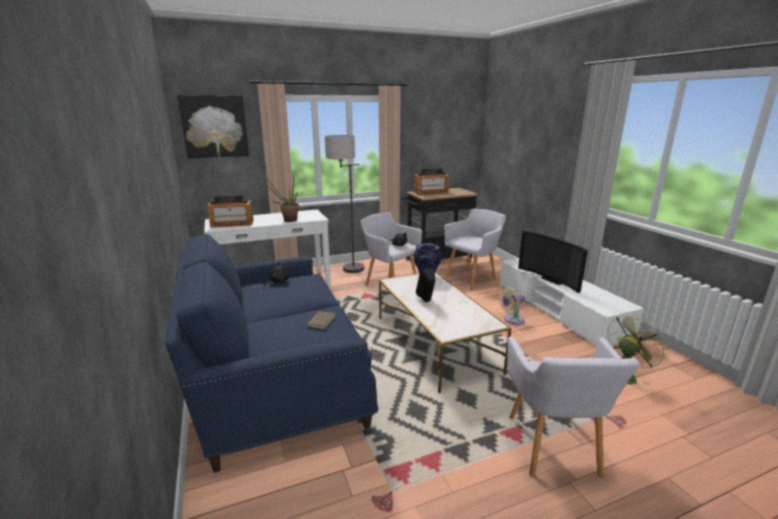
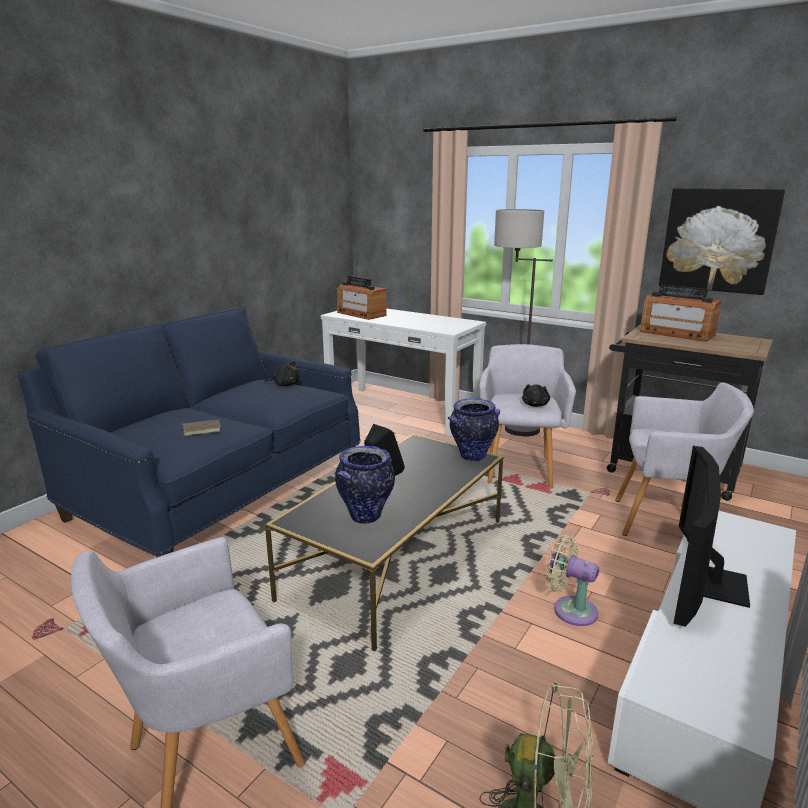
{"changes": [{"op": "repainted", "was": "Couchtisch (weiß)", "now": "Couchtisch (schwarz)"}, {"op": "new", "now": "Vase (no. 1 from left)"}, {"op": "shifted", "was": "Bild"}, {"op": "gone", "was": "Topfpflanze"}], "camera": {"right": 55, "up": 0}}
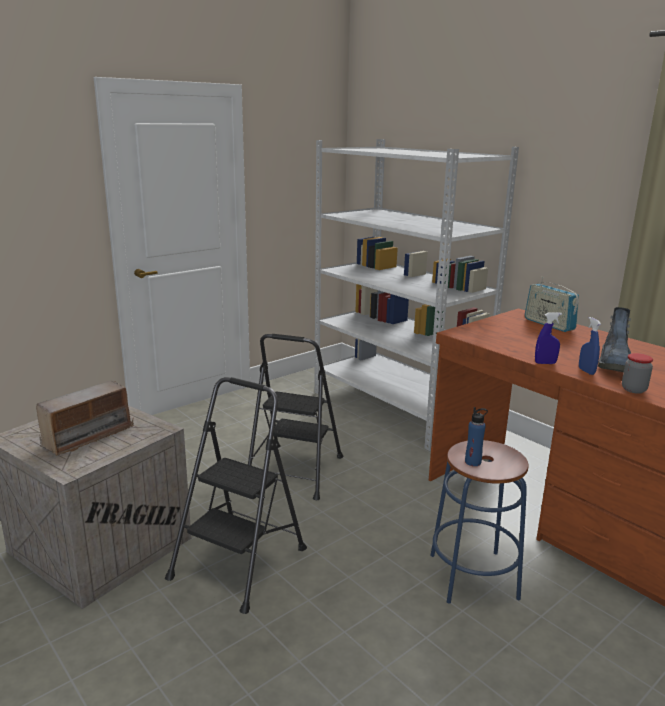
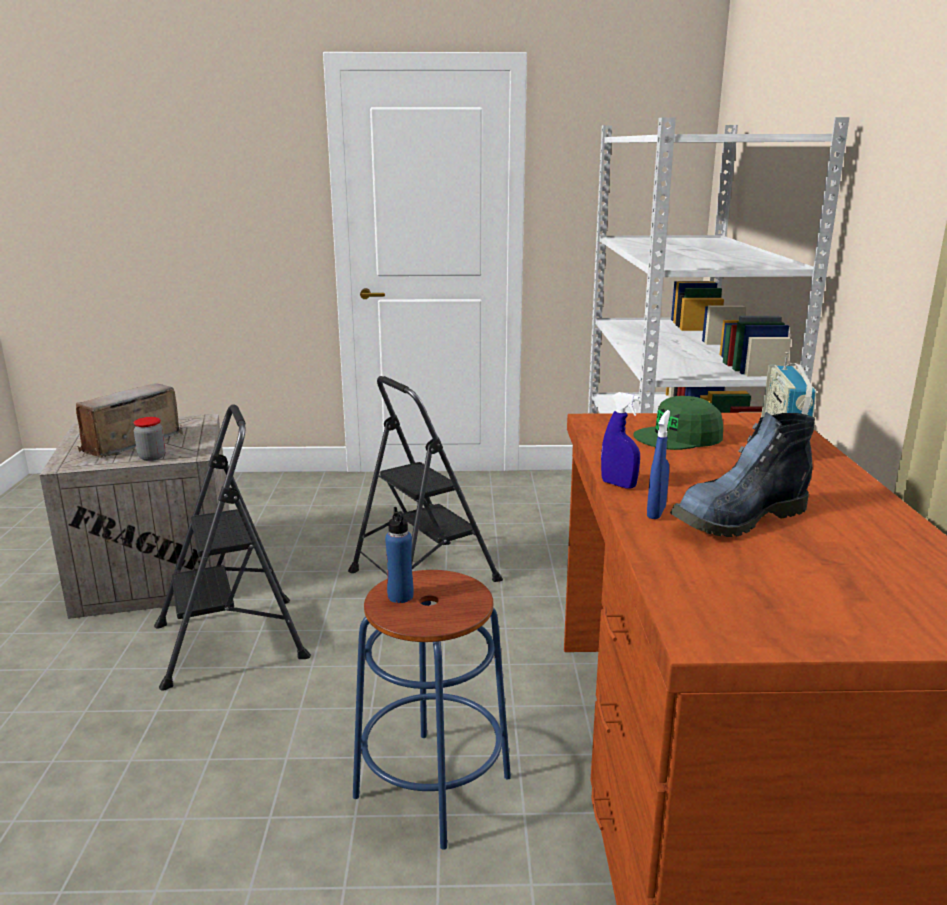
{"changes": [{"op": "rotated", "was": "Radio (no. 1 from left)", "clockwise": 135}, {"op": "shifted", "was": "Vorratsglas"}, {"op": "new", "now": "Kappe (grün)"}], "camera": {"right": 40, "up": 0}}
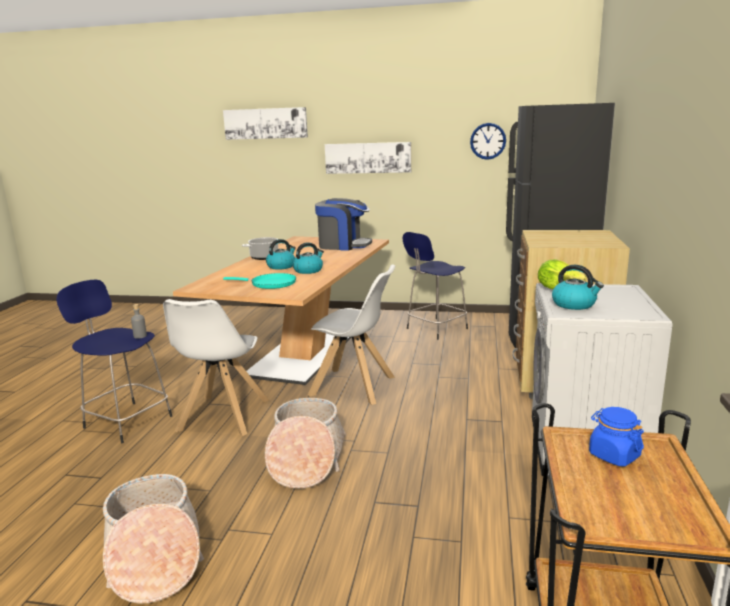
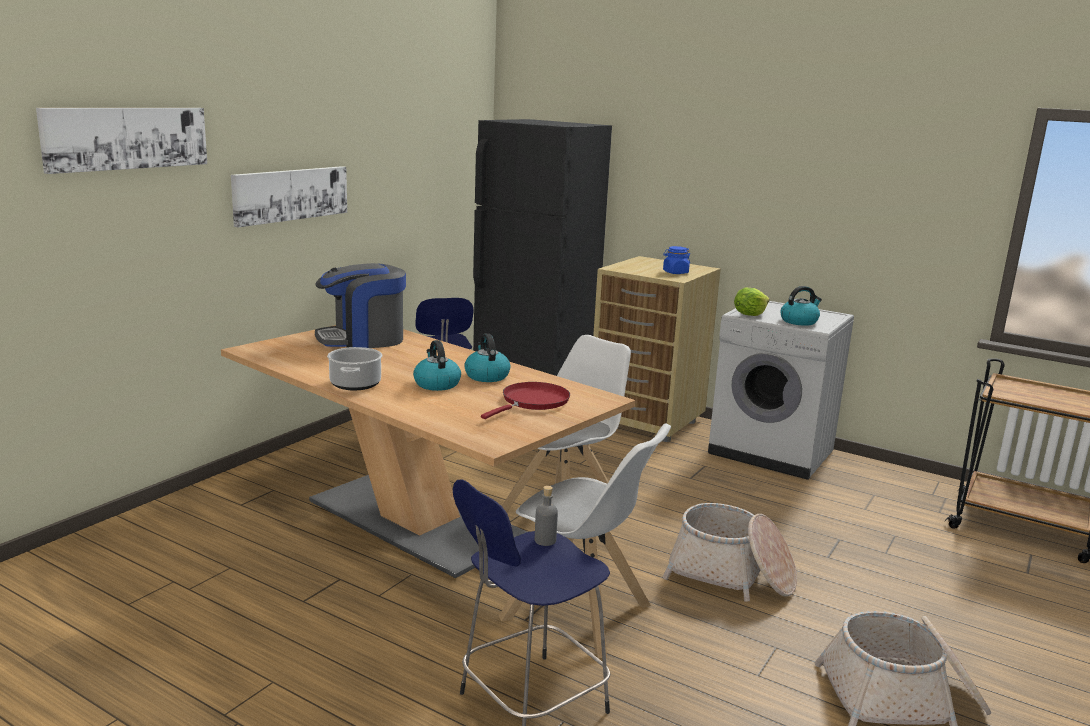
{"changes": [{"op": "rotated", "was": "Kaffeemaschine", "clockwise": -150}, {"op": "repainted", "was": "Pfanne (türkis)", "now": "Pfanne (rot)"}, {"op": "shifted", "was": "Vorratsglas (blau)"}, {"op": "gone", "was": "Wanduhr"}], "camera": {"right": -70, "up": 0}}
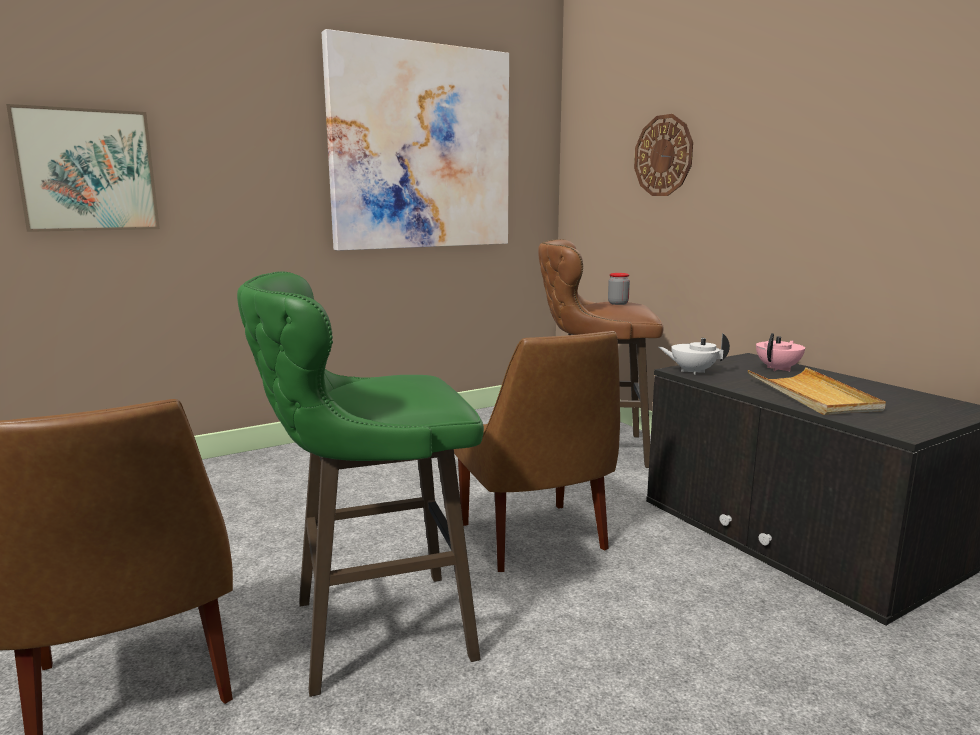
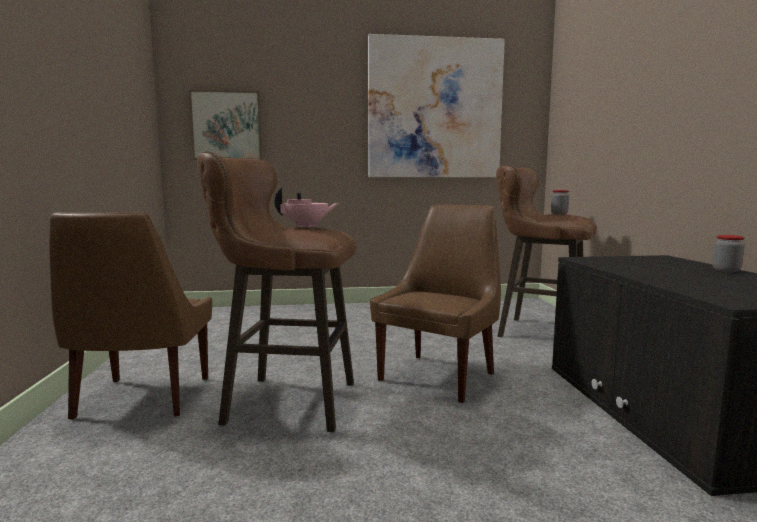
{"changes": [{"op": "repainted", "was": "Hocker (grün)", "now": "Hocker (braun) (no. 1 from left)"}, {"op": "shifted", "was": "Teekanne (rosa)"}, {"op": "rotated", "was": "Stuhl (braun) (no. 2 from left)", "clockwise": -150}, {"op": "new", "now": "Vorratsglas (no. 2 from left)"}, {"op": "gone", "was": "Wanduhr"}, {"op": "gone", "was": "Teekanne (weiß)"}, {"op": "gone", "was": "Tablett (beige)"}], "camera": {"right": 25, "up": -5}}
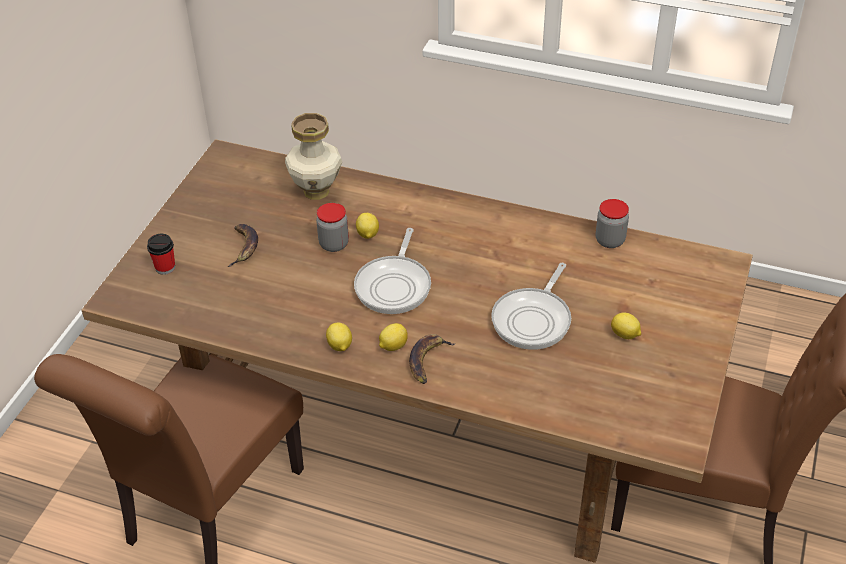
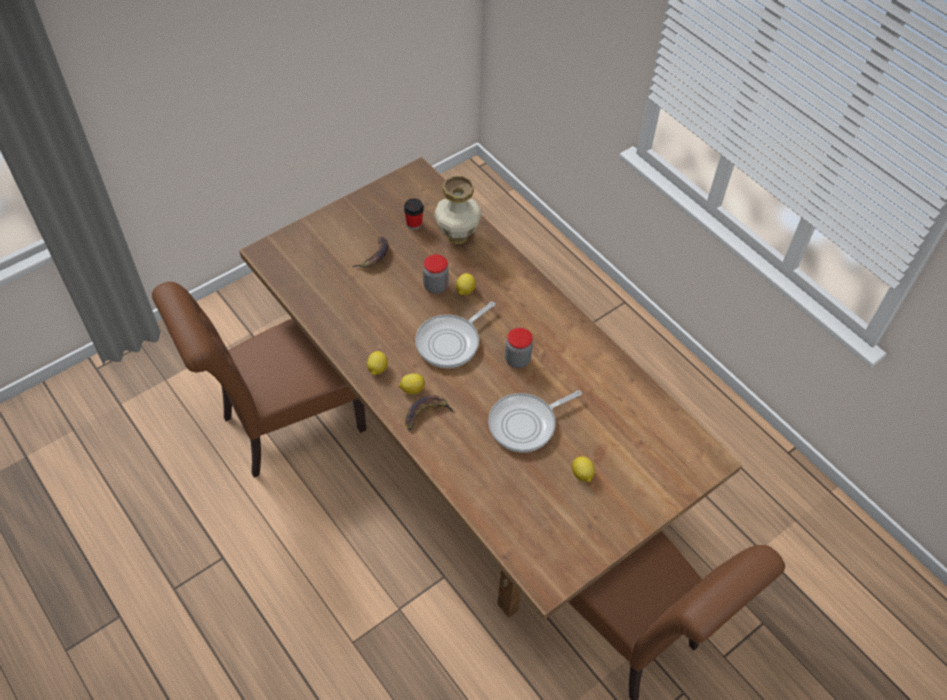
{"changes": [{"op": "shifted", "was": "Tasse"}, {"op": "shifted", "was": "Vorratsglas (no. 2 from left)"}], "camera": {"right": 30, "up": 10}}
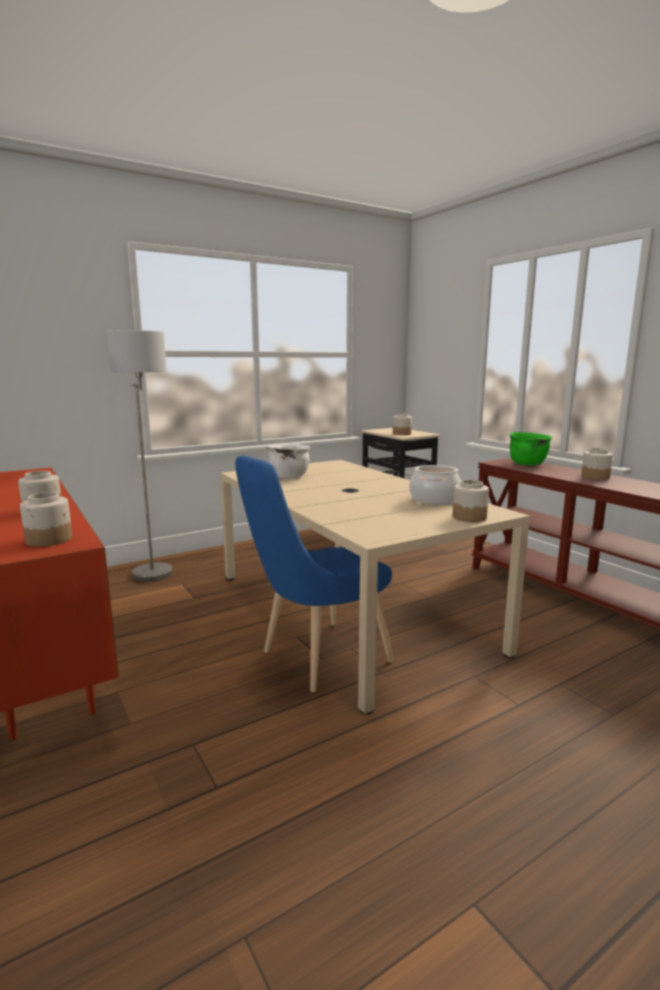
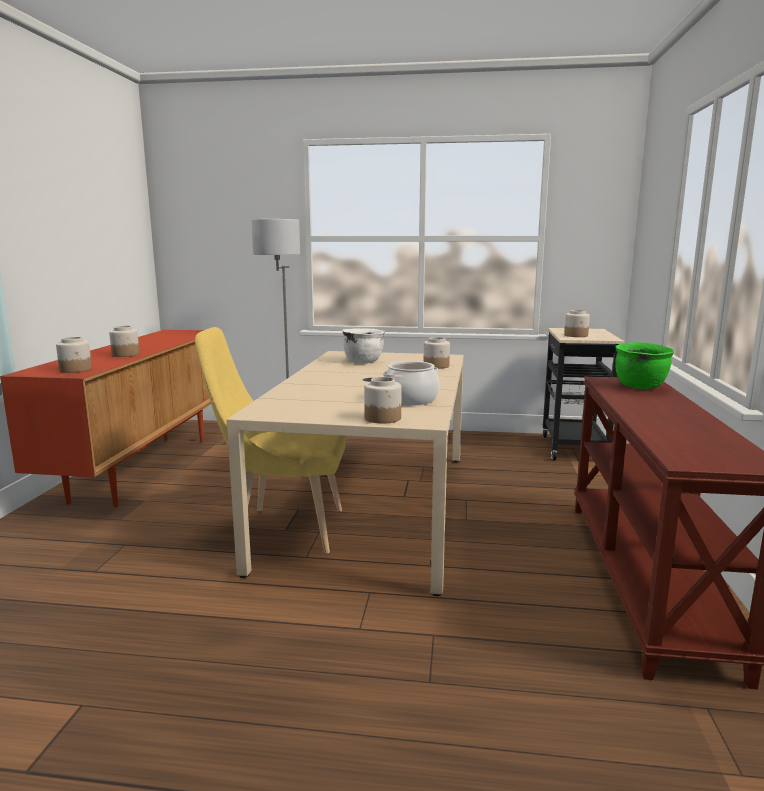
{"changes": [{"op": "repainted", "was": "Stuhl (blau)", "now": "Stuhl (gelb)"}, {"op": "shifted", "was": "Vorratsglas (no. 5 from left in the first image)", "now": "Vorratsglas (no. 4 from left)"}], "camera": {"right": 40, "up": 0}}
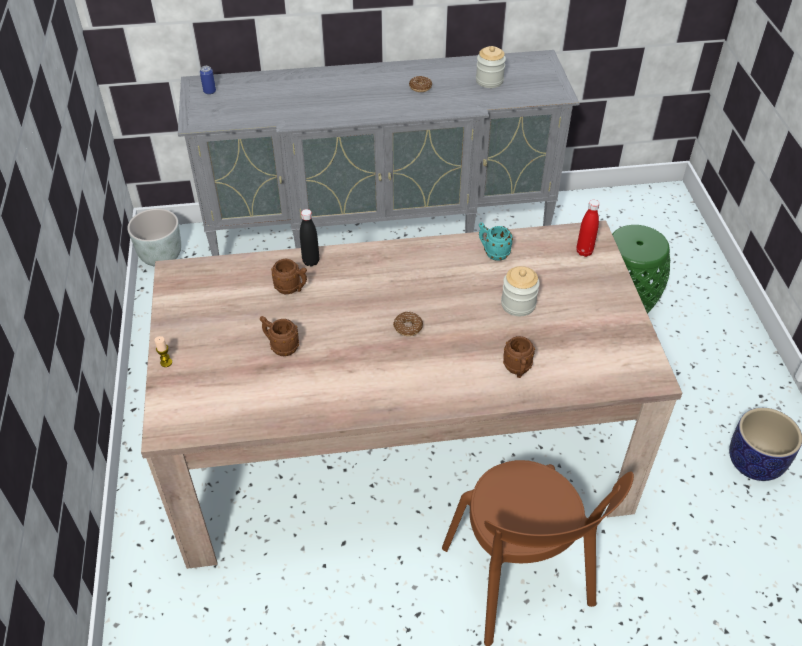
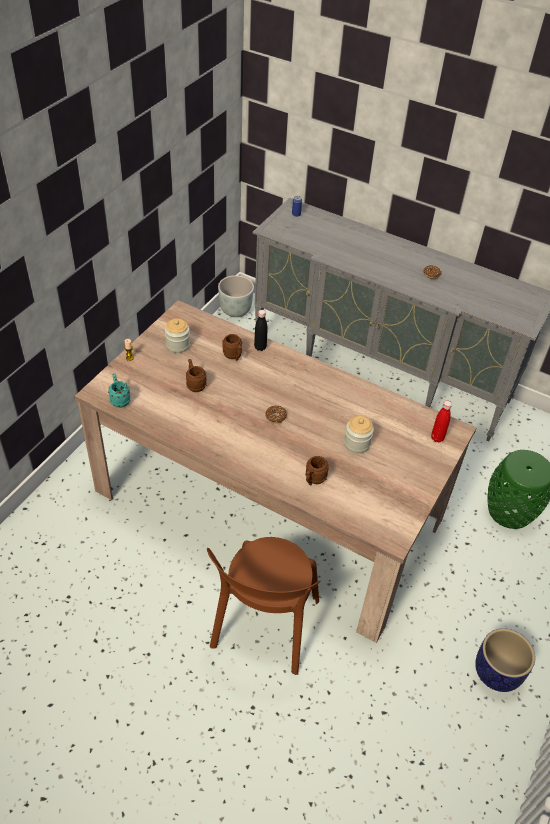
{"changes": [{"op": "shifted", "was": "Henkelbecher (türkis)"}, {"op": "shifted", "was": "Vorratsglas (no. 1 from left)"}], "camera": {"right": 35, "up": 0}}
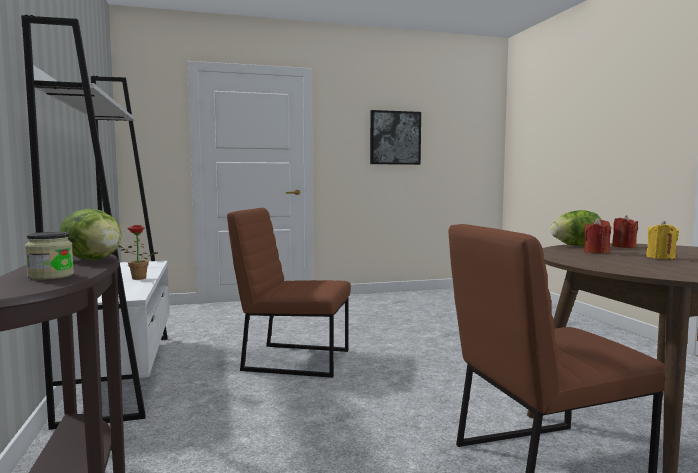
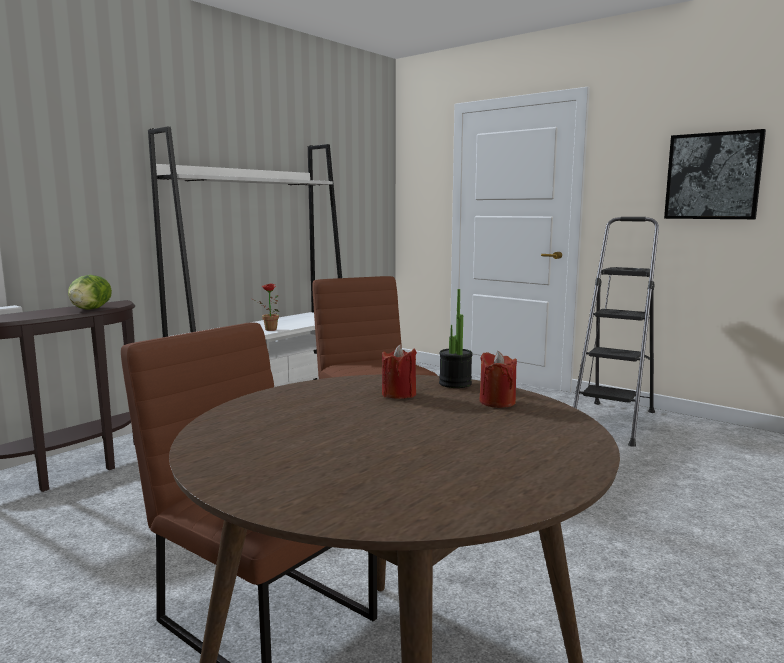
{"changes": [{"op": "swapped", "was": "Salatkopf (no. 2 from left)", "now": "Topfpflanze (no. 2 from left)"}, {"op": "new", "now": "Trittleiter"}, {"op": "gone", "was": "Vorratsglas"}, {"op": "gone", "was": "Kerze (gelb)"}], "camera": {"right": 55, "up": 5}}
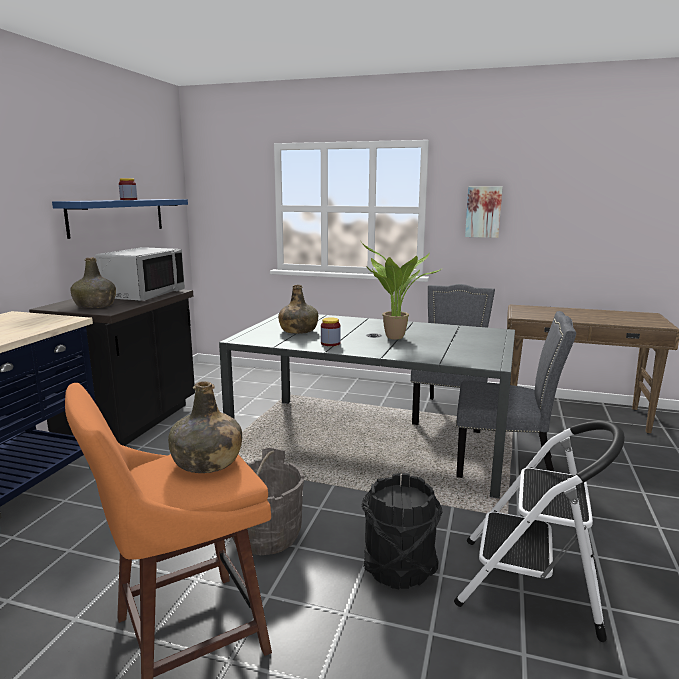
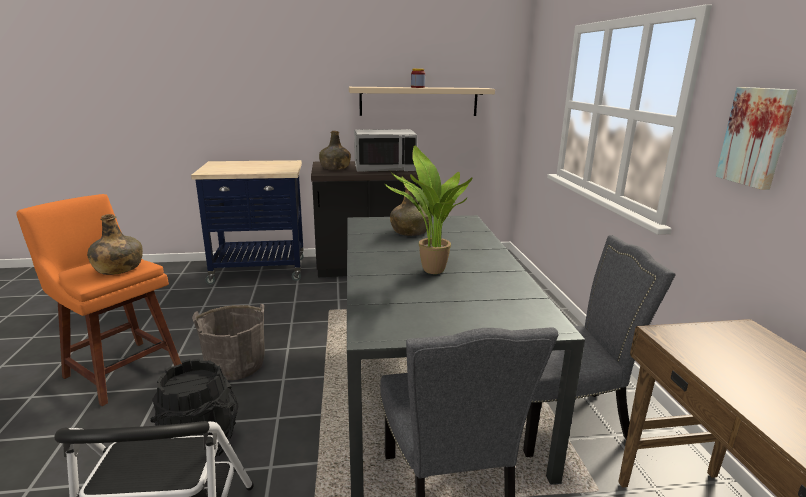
{"changes": [{"op": "repainted", "was": "Wandregal (blau)", "now": "Wandregal (beige)"}, {"op": "gone", "was": "Vorratsglas (no. 2 from left)"}], "camera": {"right": 65, "up": 5}}
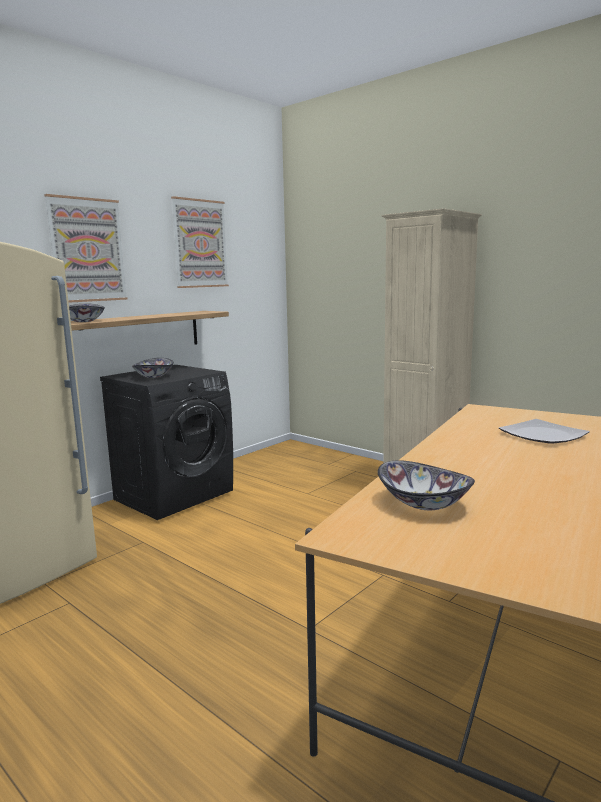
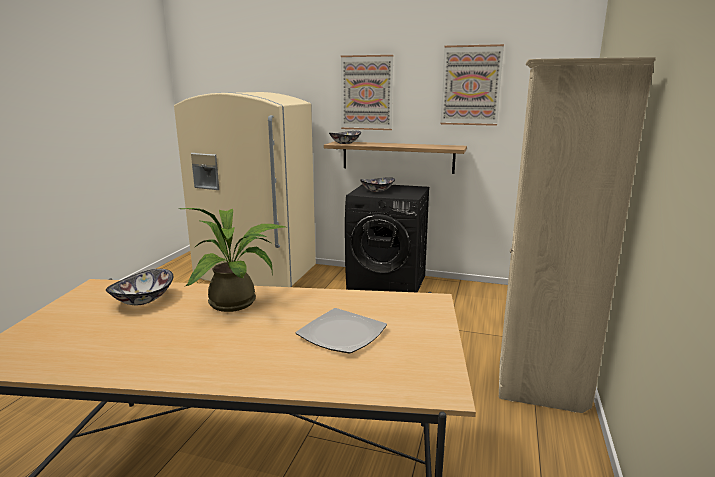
{"changes": [{"op": "new", "now": "Topfpflanze"}], "camera": {"right": 65, "up": 5}}
